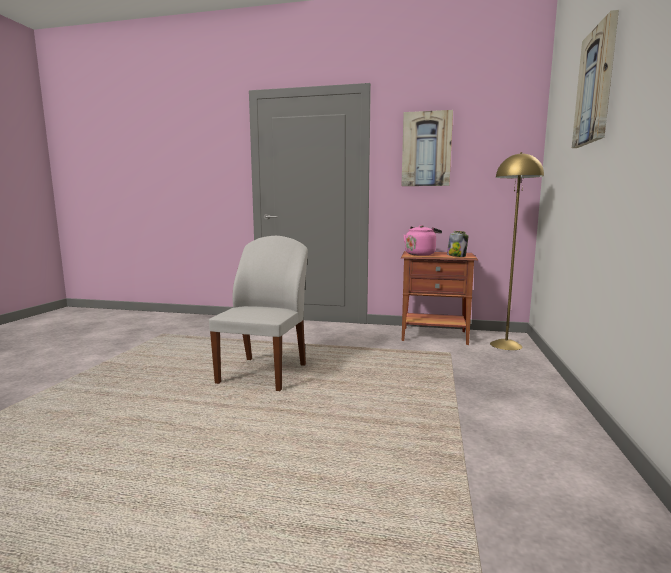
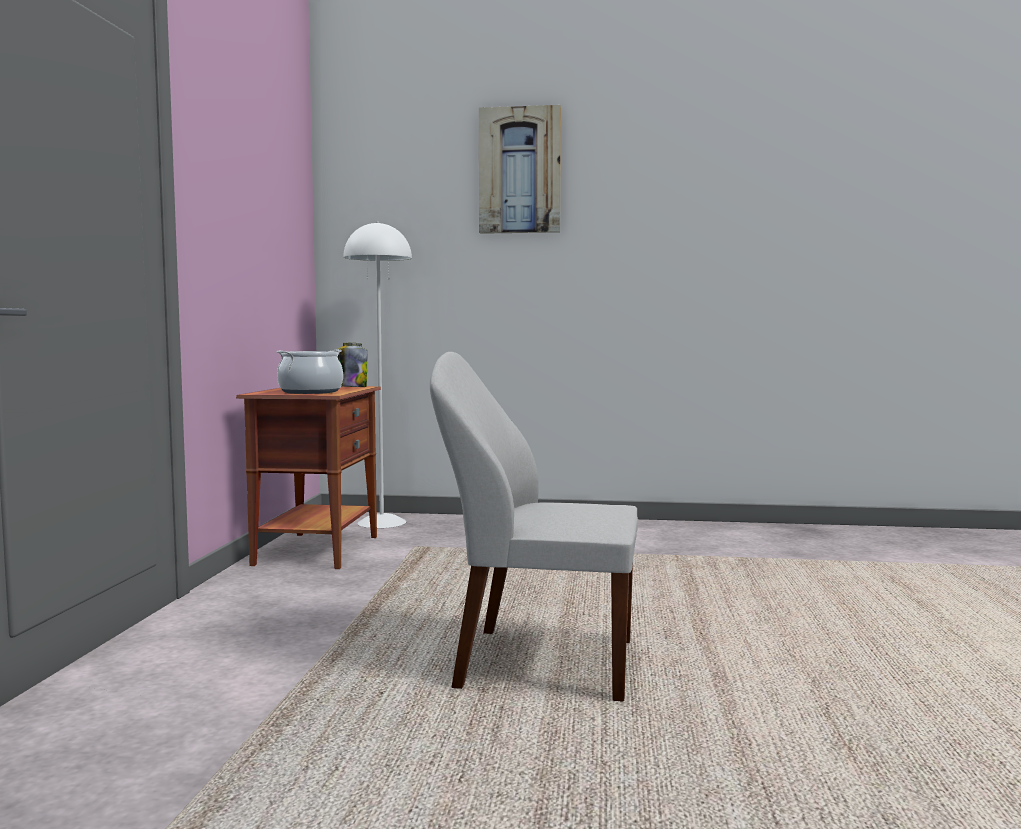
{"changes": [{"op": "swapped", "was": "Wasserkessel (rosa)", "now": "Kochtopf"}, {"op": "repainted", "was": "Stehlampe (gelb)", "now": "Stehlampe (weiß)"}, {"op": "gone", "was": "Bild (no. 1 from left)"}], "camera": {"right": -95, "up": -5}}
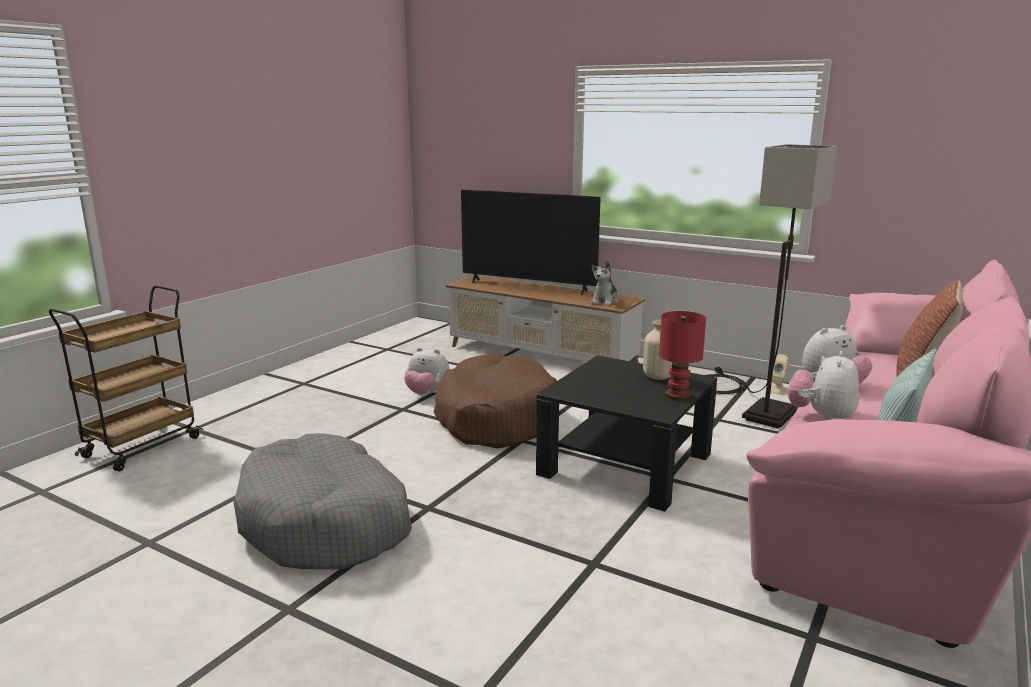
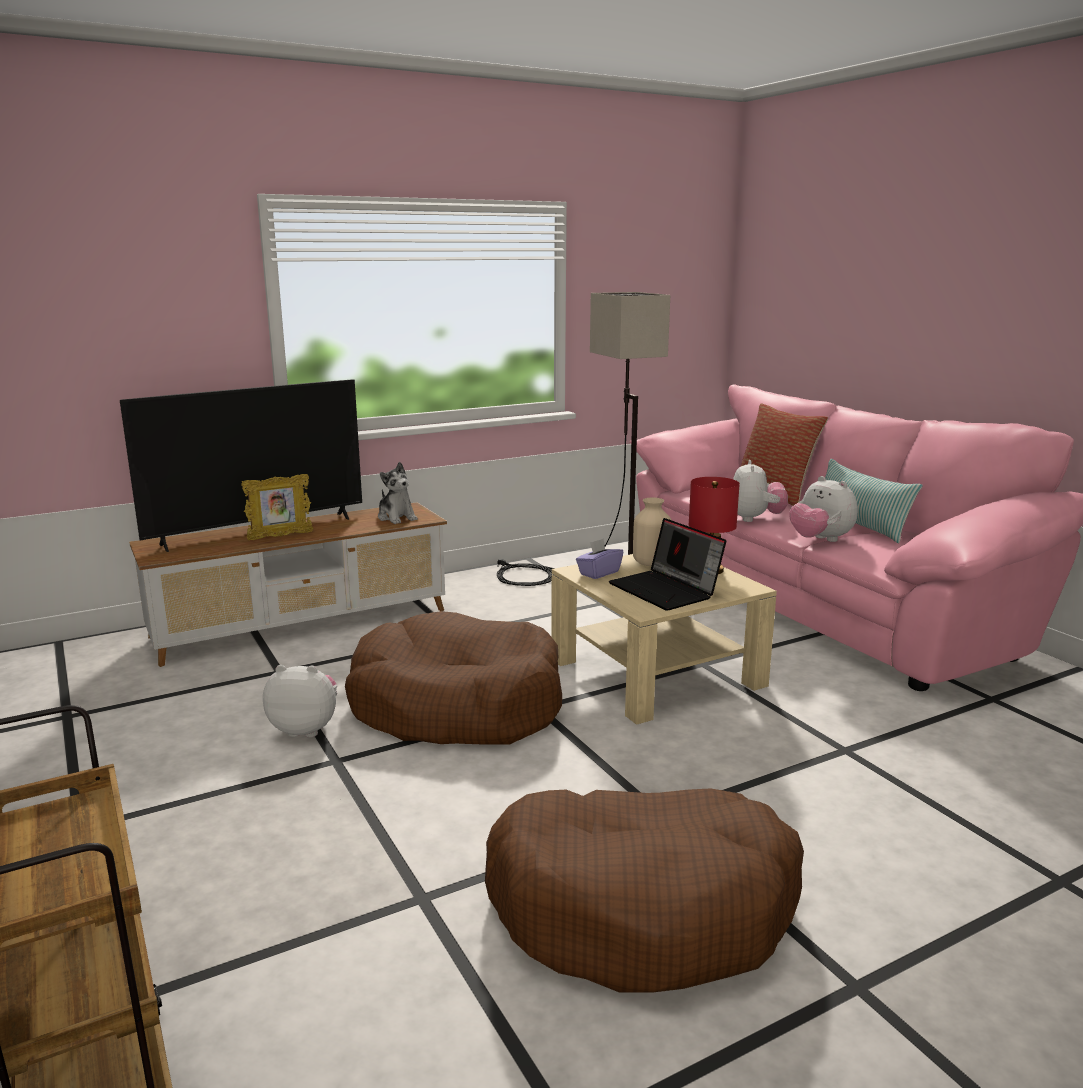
{"changes": [{"op": "new", "now": "Bilderrahmen"}, {"op": "rotated", "was": "Plüschtier (no. 1 from left)", "clockwise": -135}, {"op": "repainted", "was": "Hundebett (grau)", "now": "Hundebett (braun) (no. 2 from left)"}, {"op": "repainted", "was": "Couchtisch (schwarz)", "now": "Couchtisch (beige)"}, {"op": "new", "now": "Taschentuchbox (lila)"}, {"op": "new", "now": "Laptop"}, {"op": "gone", "was": "Lautsprecher (beige)"}], "camera": {"right": -60, "up": 0}}
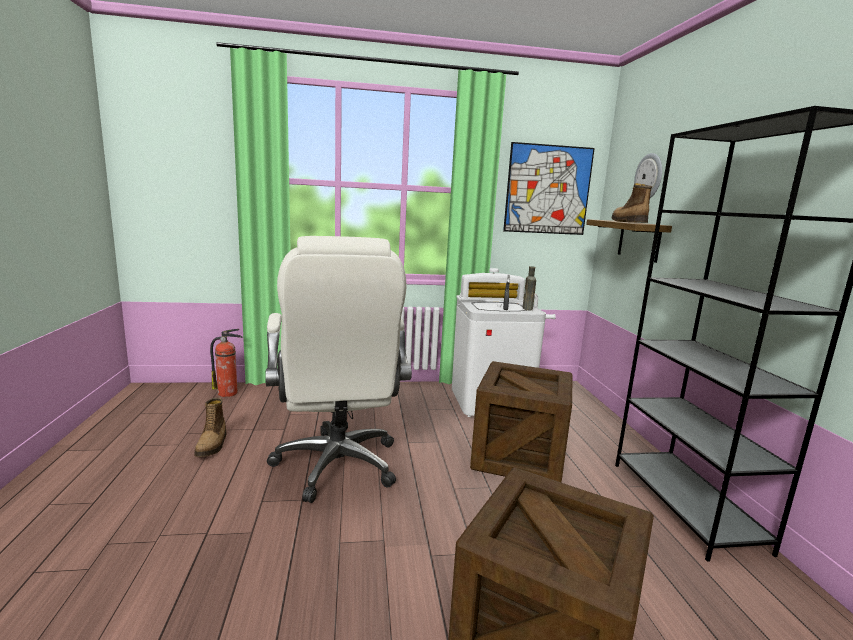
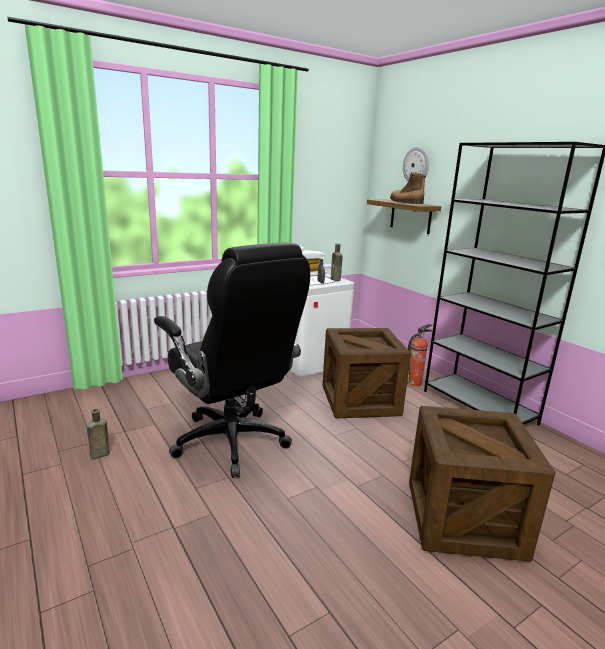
{"changes": [{"op": "swapped", "was": "Stiefel (no. 1 from left)", "now": "Flasche (braun) (no. 1 from left)"}, {"op": "repainted", "was": "Bürostuhl (weiß)", "now": "Bürostuhl (schwarz)"}, {"op": "shifted", "was": "Feuerlöscher"}, {"op": "gone", "was": "Bild"}], "camera": {"right": -25, "up": 5}}
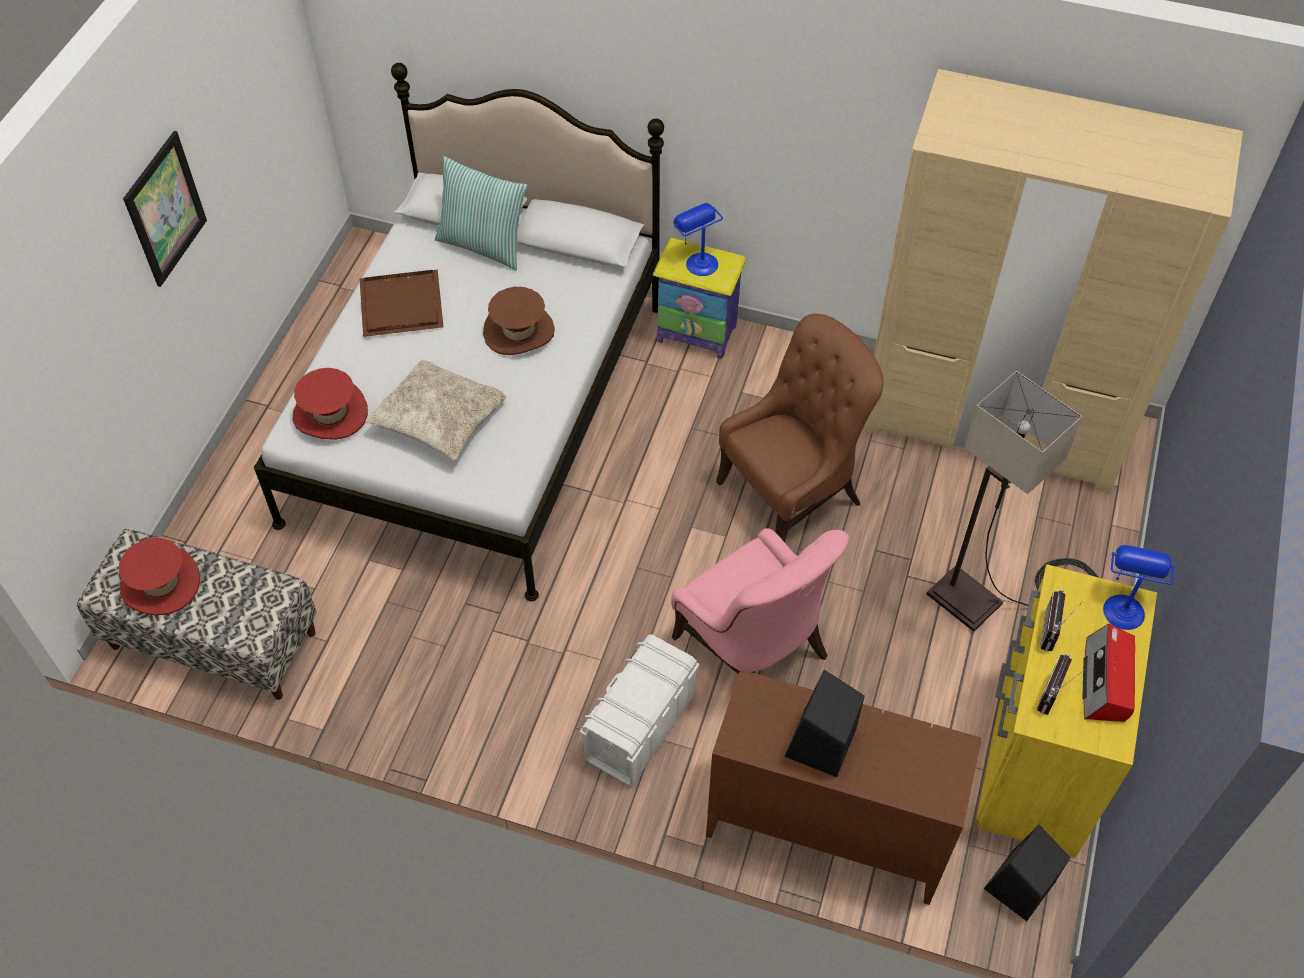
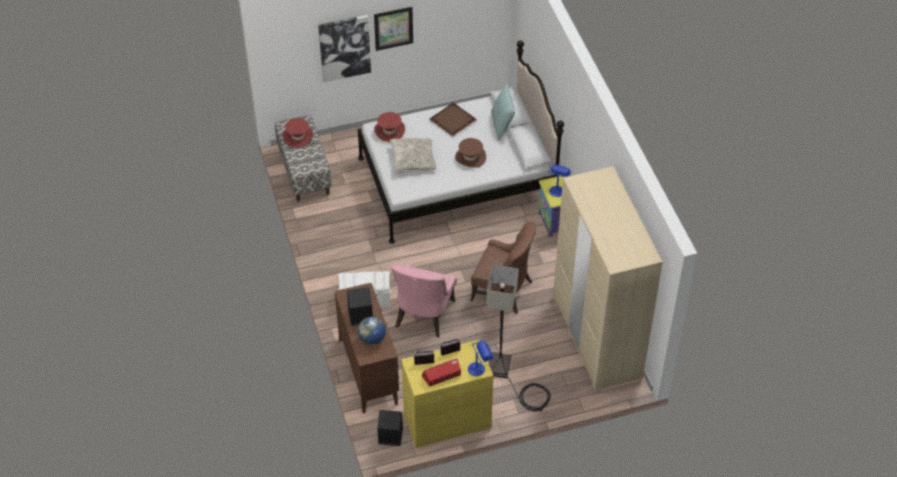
{"changes": [{"op": "new", "now": "Bild (no. 1 from left)"}, {"op": "new", "now": "Globus"}], "camera": {"right": 55, "up": -5}}
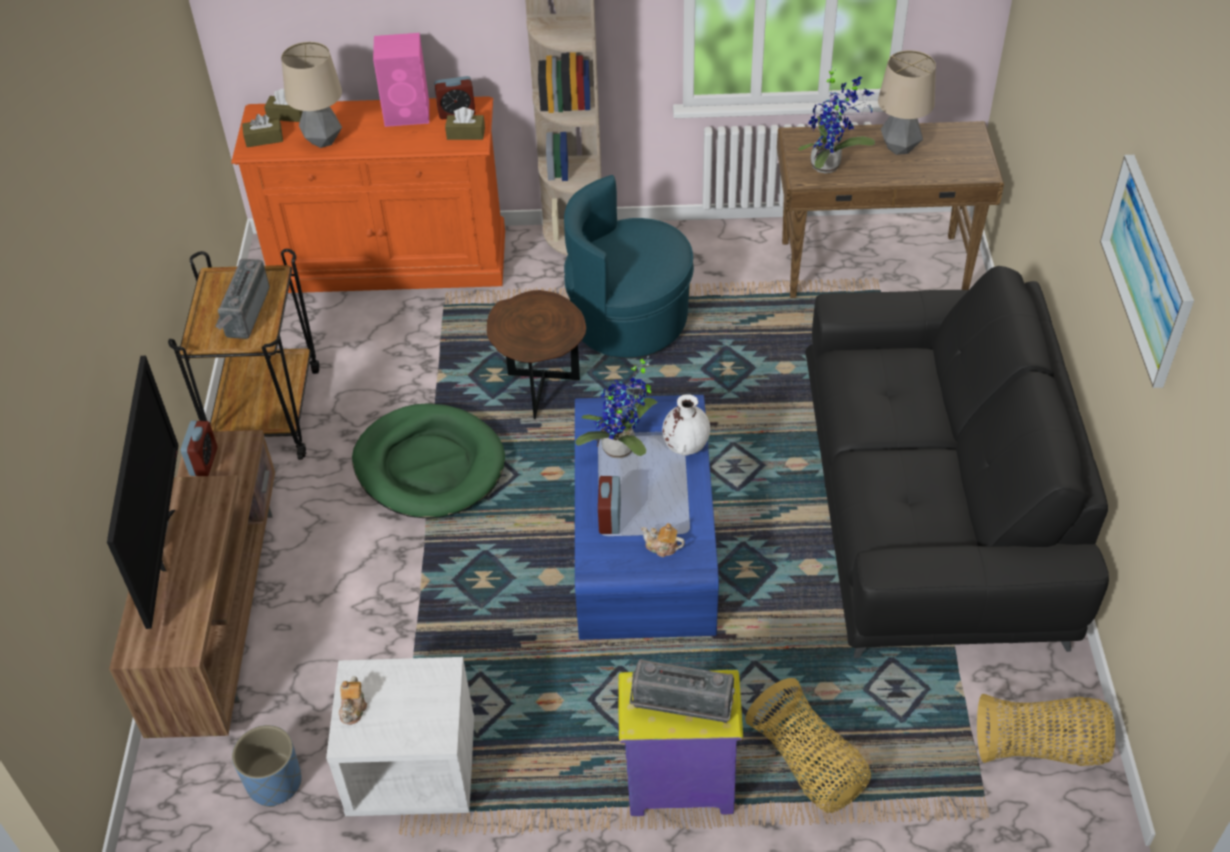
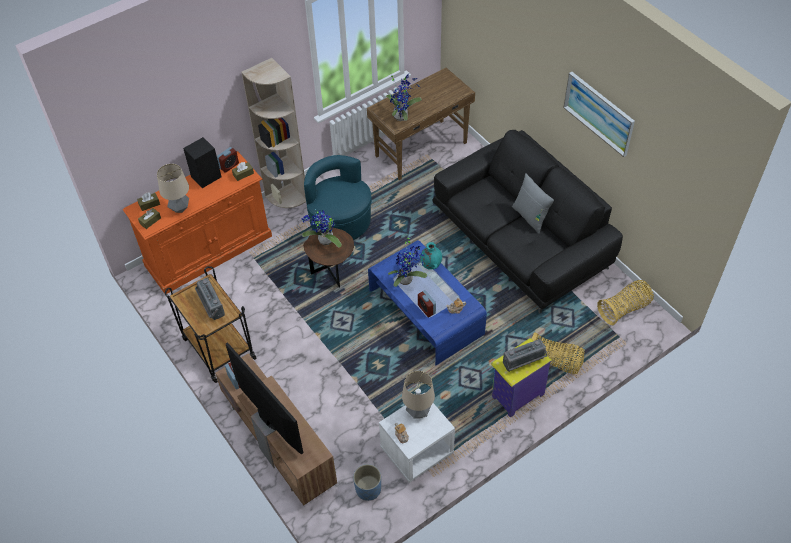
{"changes": [{"op": "repainted", "was": "Lautsprecher (rosa)", "now": "Lautsprecher (schwarz)"}, {"op": "new", "now": "Topfpflanze (no. 1 from left)"}, {"op": "rotated", "was": "Sessel (türkis)", "clockwise": 90}, {"op": "shifted", "was": "Tischlampe (no. 2 from left)"}, {"op": "repainted", "was": "Vase (weiß)", "now": "Vase (türkis)"}, {"op": "new", "now": "Kissen (grau)"}, {"op": "gone", "was": "Hundebett (grün)"}], "camera": {"right": -35, "up": 5}}
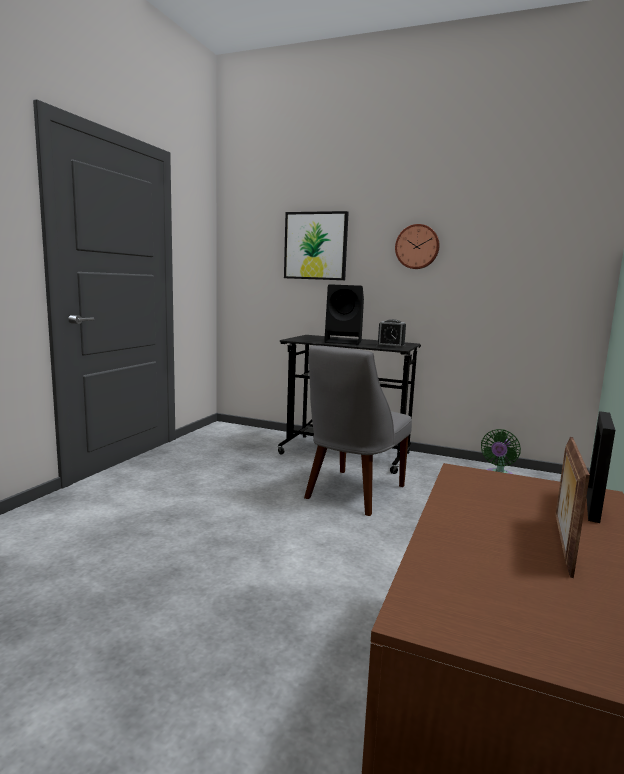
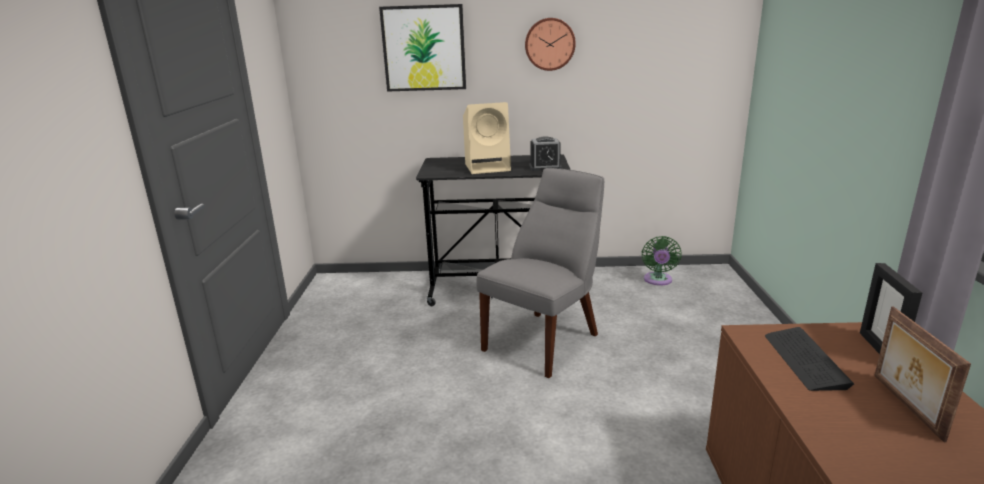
{"changes": [{"op": "repainted", "was": "Lautsprecher (schwarz)", "now": "Lautsprecher (beige)"}, {"op": "rotated", "was": "Stuhl (grau)", "clockwise": -150}, {"op": "new", "now": "Tastatur"}], "camera": {"right": -20, "up": 10}}
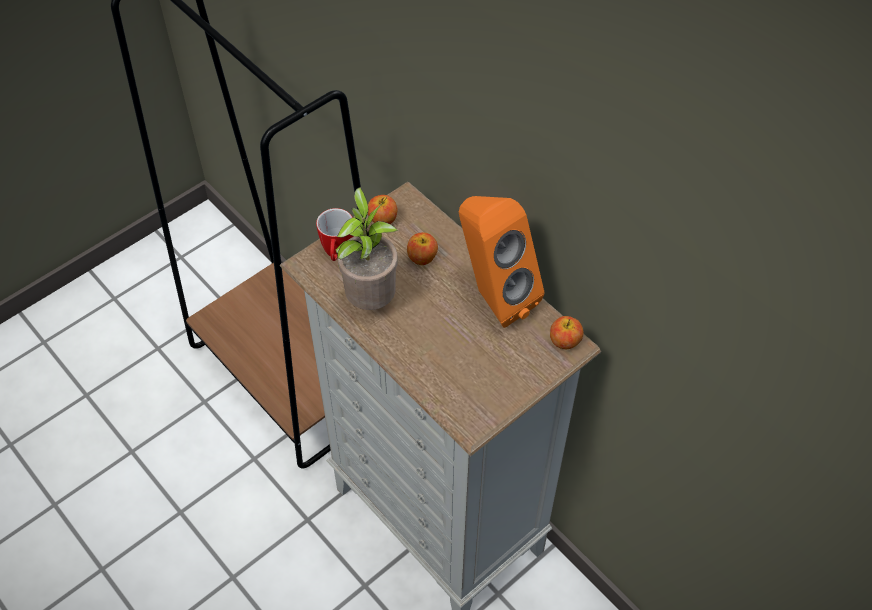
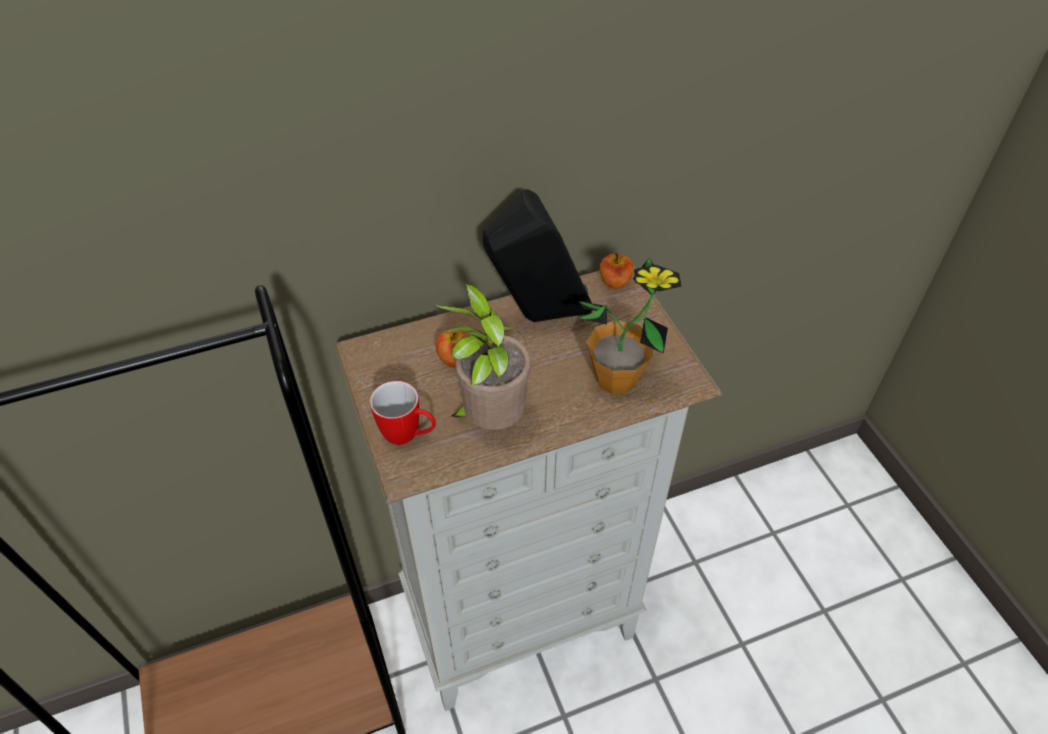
{"changes": [{"op": "repainted", "was": "Lautsprecher (orange)", "now": "Lautsprecher (schwarz)"}, {"op": "new", "now": "Topfpflanze (no. 2 from left)"}, {"op": "gone", "was": "Apfel (no. 1 from left)"}], "camera": {"right": -70, "up": -5}}
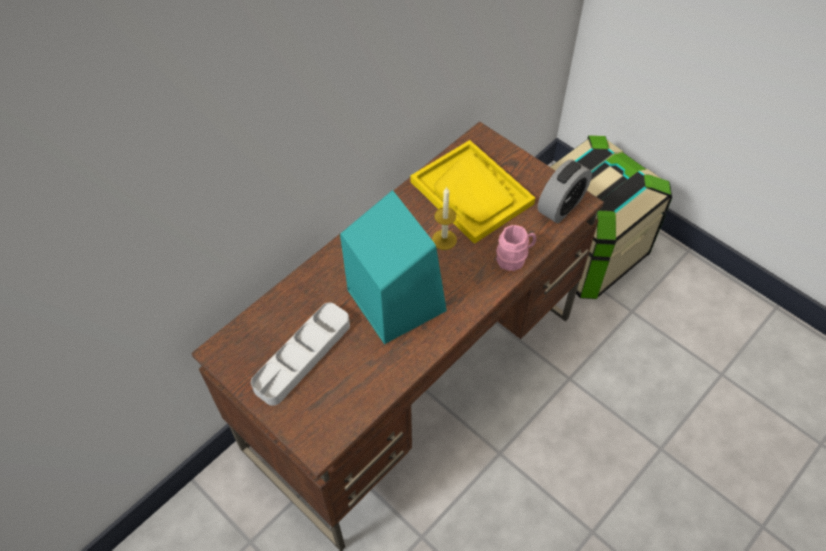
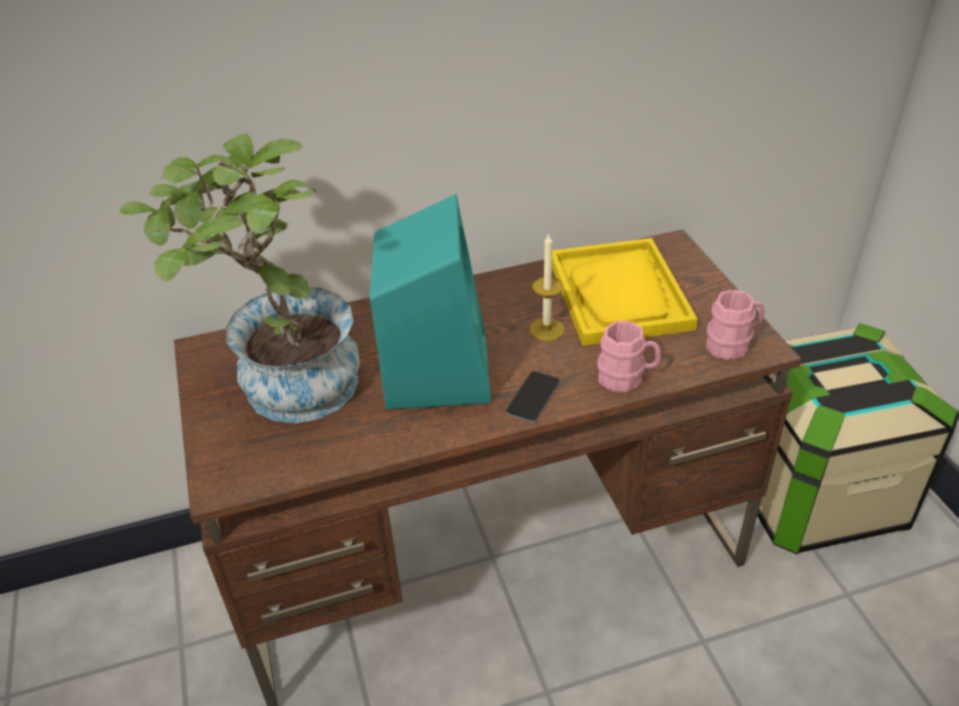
{"changes": [{"op": "swapped", "was": "Tablett (grau)", "now": "Topfpflanze"}, {"op": "new", "now": "Handy"}, {"op": "swapped", "was": "Wecker", "now": "Henkelbecher (rosa) (no. 2 from left)"}], "camera": {"right": 30, "up": -15}}
